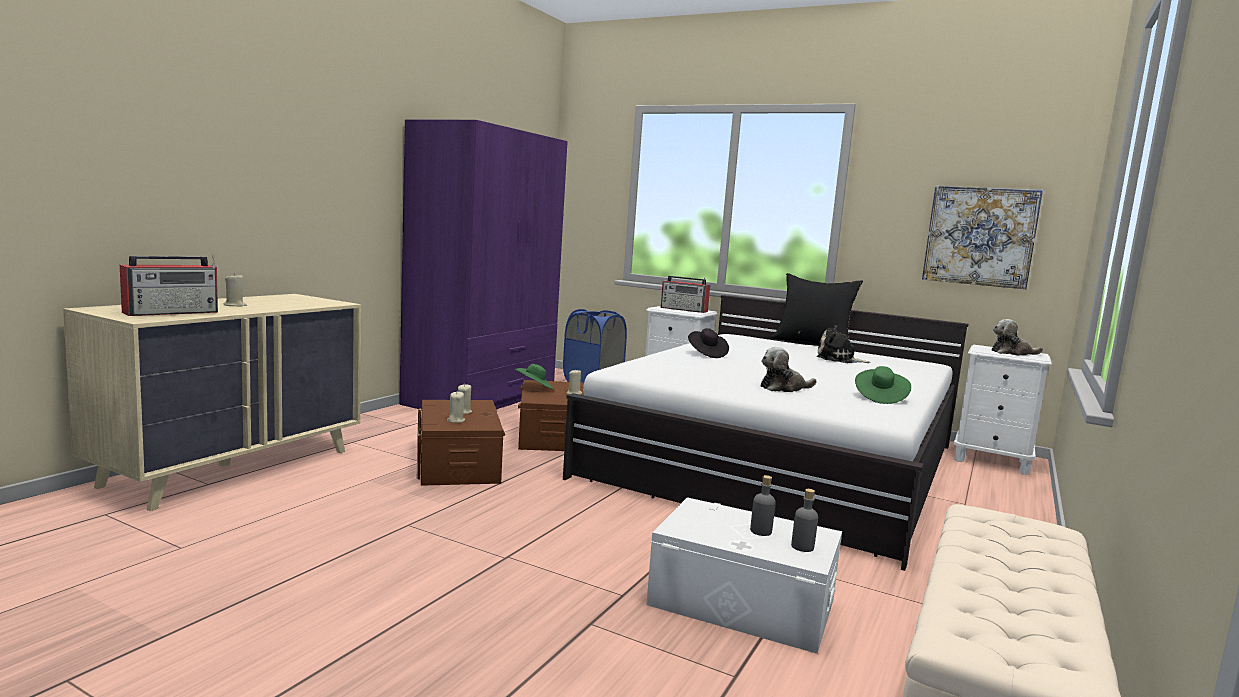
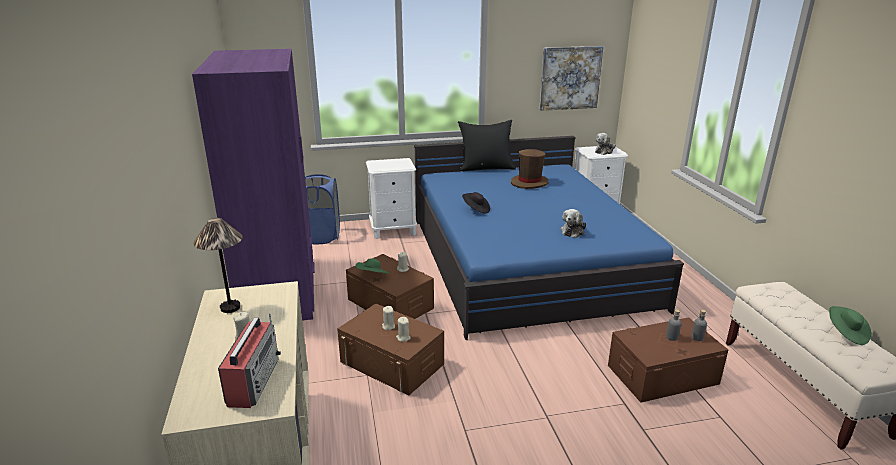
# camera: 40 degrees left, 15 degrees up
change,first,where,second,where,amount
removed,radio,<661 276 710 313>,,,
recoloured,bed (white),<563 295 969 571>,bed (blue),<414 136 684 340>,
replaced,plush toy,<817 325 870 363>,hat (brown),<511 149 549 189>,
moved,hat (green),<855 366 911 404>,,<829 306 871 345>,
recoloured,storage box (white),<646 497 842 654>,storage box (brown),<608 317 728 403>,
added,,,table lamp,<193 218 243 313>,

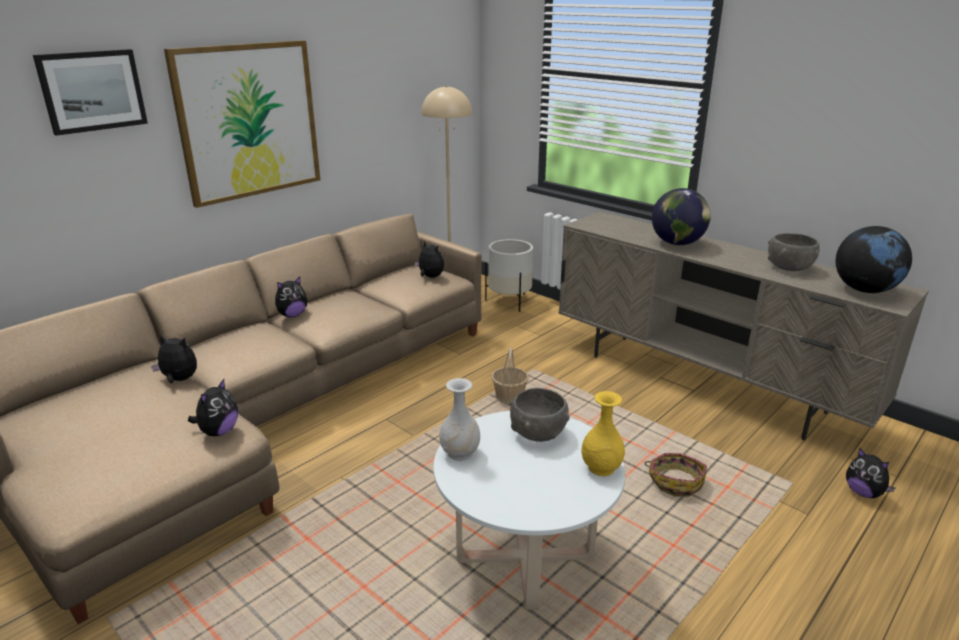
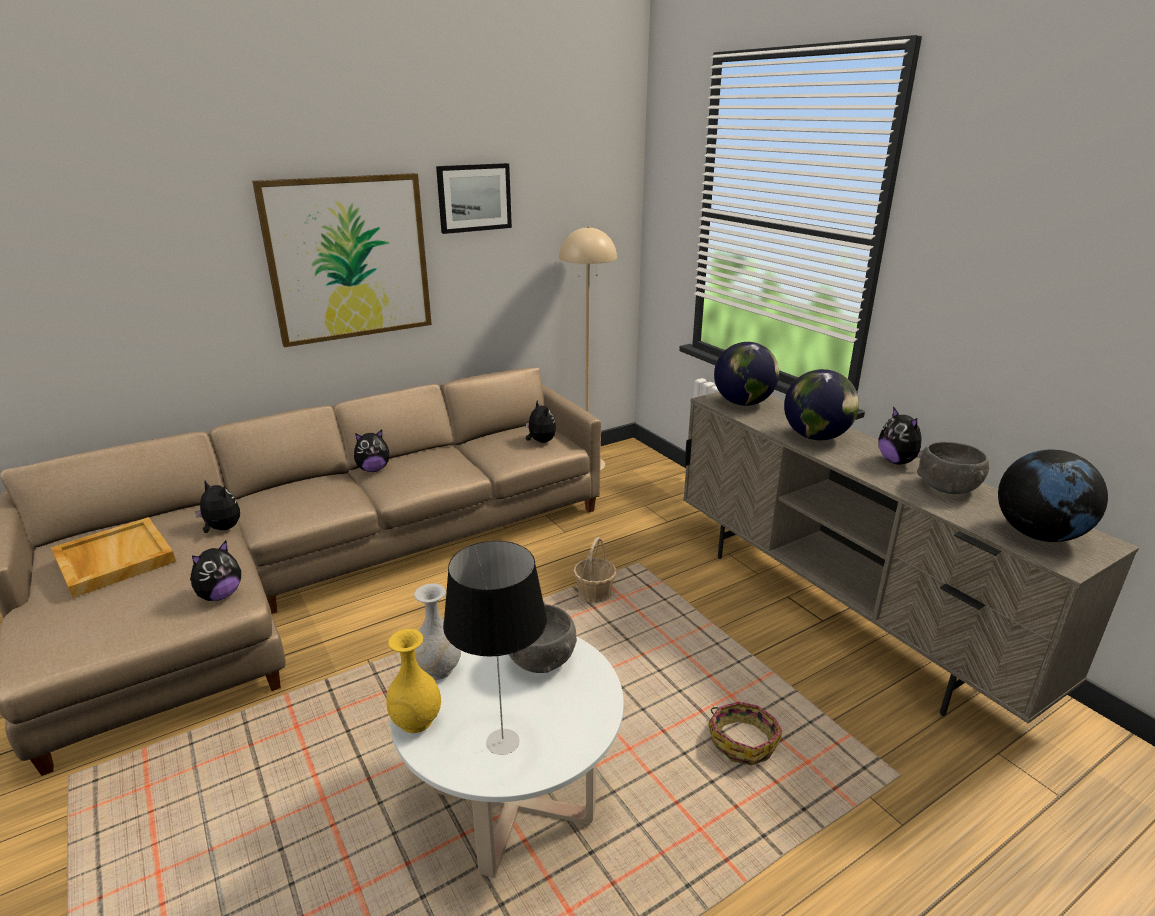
# camera: 15 degrees right, 0 degrees up
change,first,where,second,where,amount
moved,picture,<33 49 148 136>,,<436 163 512 234>,
removed,planter (white),<485 239 533 312>,,,
moved,vase (yellow),<581 391 625 476>,,<386 629 441 733>,
moved,plush toy,<846 448 896 498>,,<878 406 923 465>,
added,,,globe,<714 342 779 406>,
added,,,tray (beige),<51 517 176 598>,
added,,,table lamp,<443 541 547 755>,

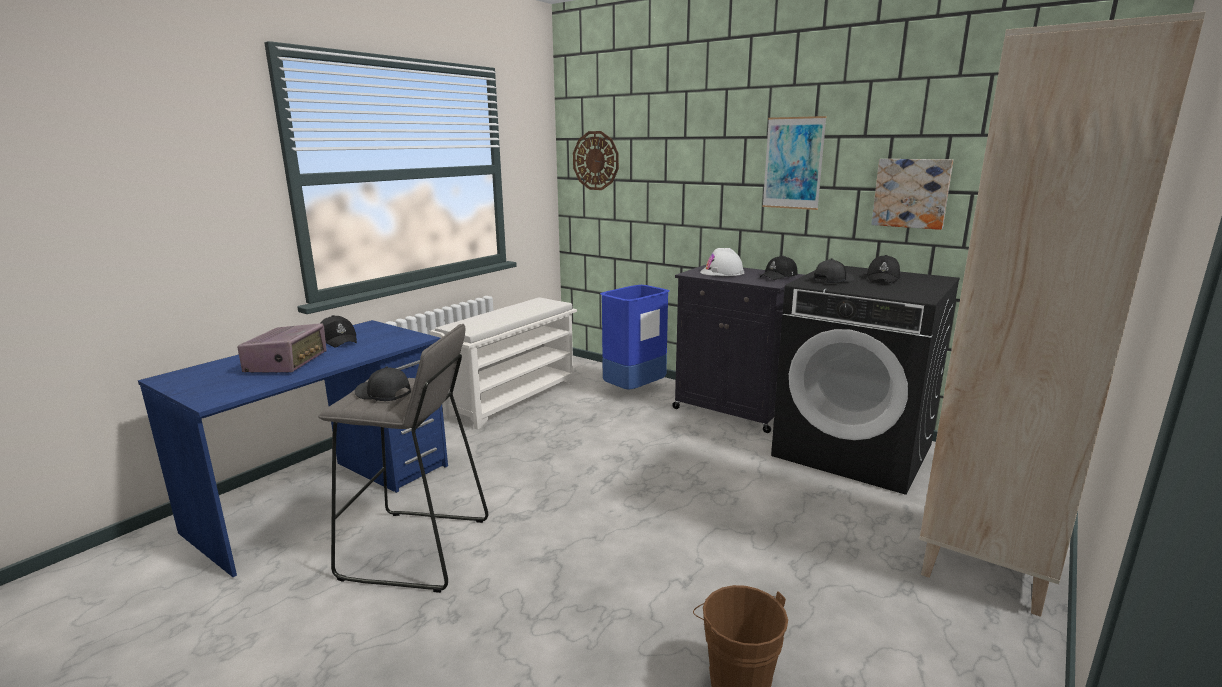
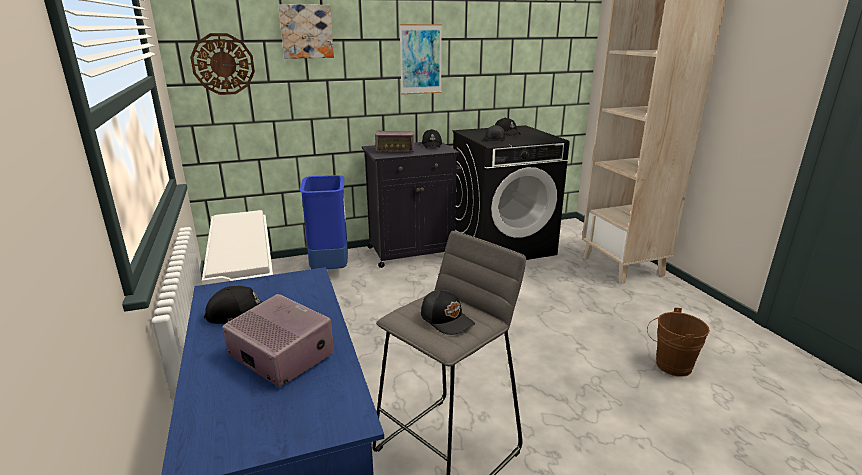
# camera: 55 degrees left, 5 degrees up
change,first,where,second,where,amount
moved,picture,<871 159 953 230>,,<278 4 334 59>,
replaced,hard hat (white),<700 248 744 276>,radio,<375 131 414 152>,
turned,cap (black),<355 366 411 401>,,<421 290 475 335>,105 degrees counterclockwise

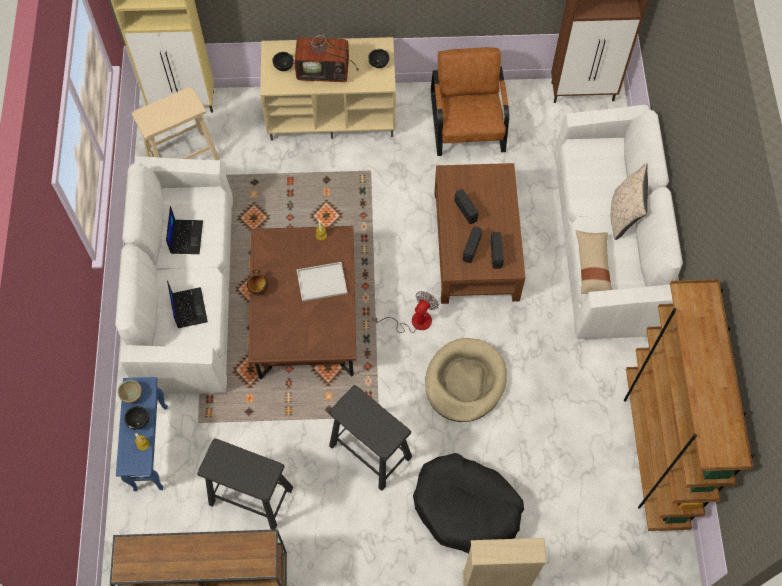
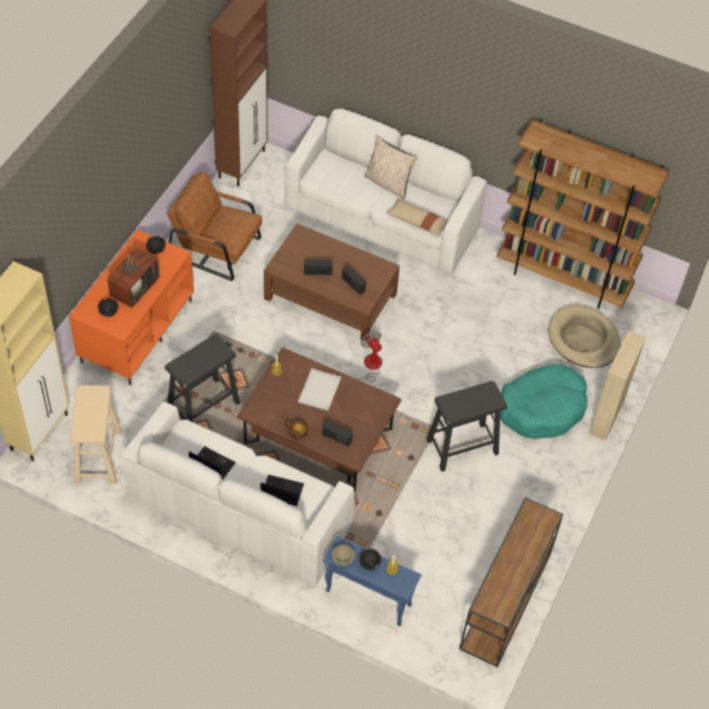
# camera: 65 degrees left, 10 degrees down
change,first,where,second,where,amount
recoloured,tv stand (beige),<260 37 396 141>,tv stand (orange),<69 229 194 385>,
moved,radio,<491 232 504 269>,,<322 420 353 446>,
moved,dog bed (beige),<425 338 507 422>,,<548 305 621 368>,
moved,stool (black),<197 439 293 530>,,<165 334 240 422>,
recoloured,dog bed (black),<413 453 524 553>,dog bed (turquoise),<500 364 588 439>,

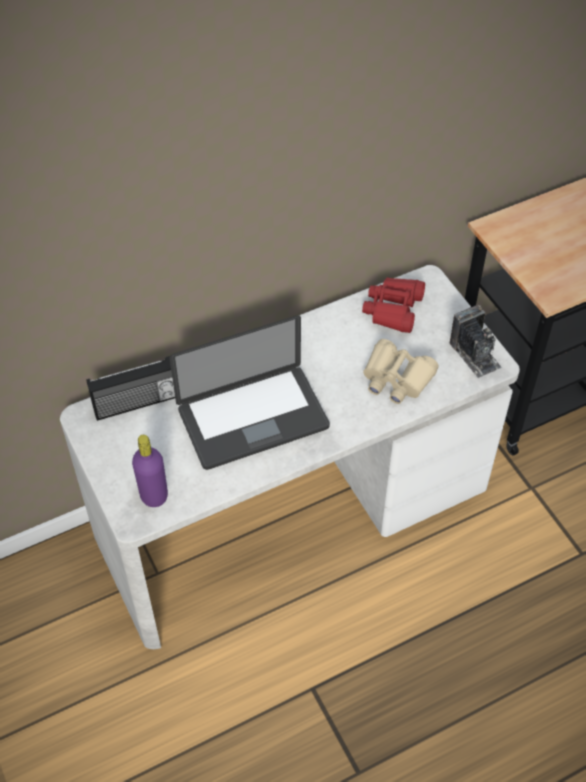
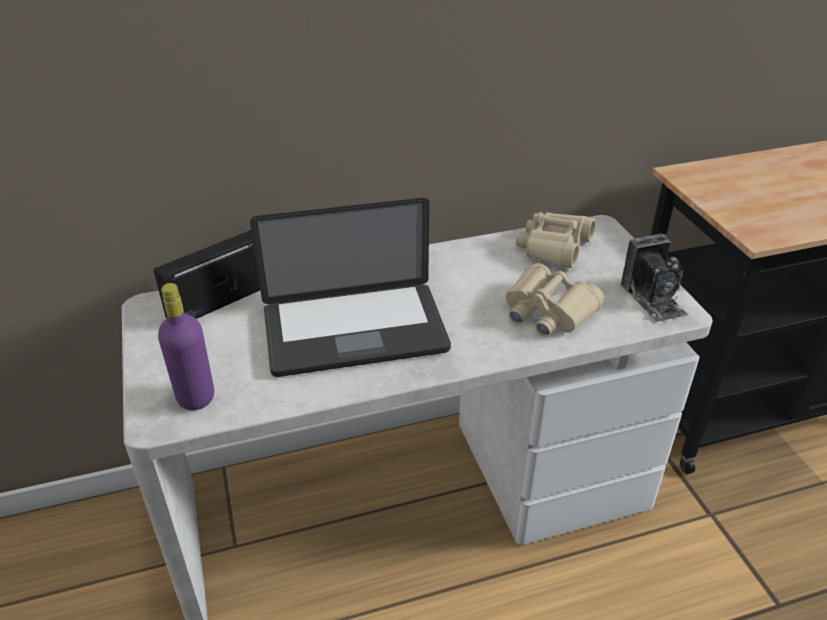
# camera: 10 degrees right, 15 degrees down
change,first,where,second,where,amount
recoloured,binoculars (red),<362 277 425 333>,binoculars (beige),<516 212 596 268>,
turned,radio,<86 356 175 421>,,<154 230 260 319>,150 degrees clockwise

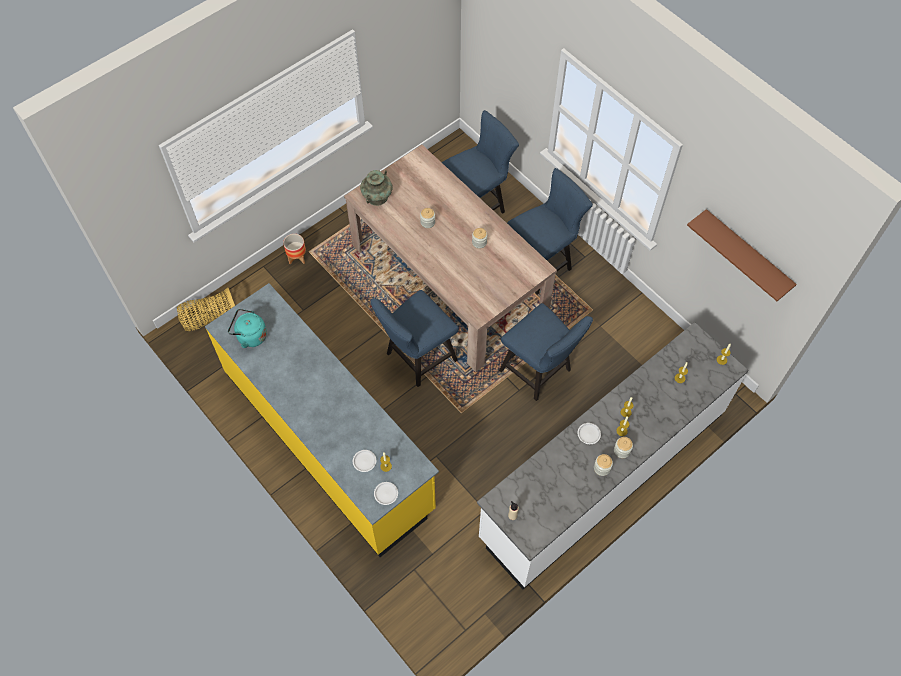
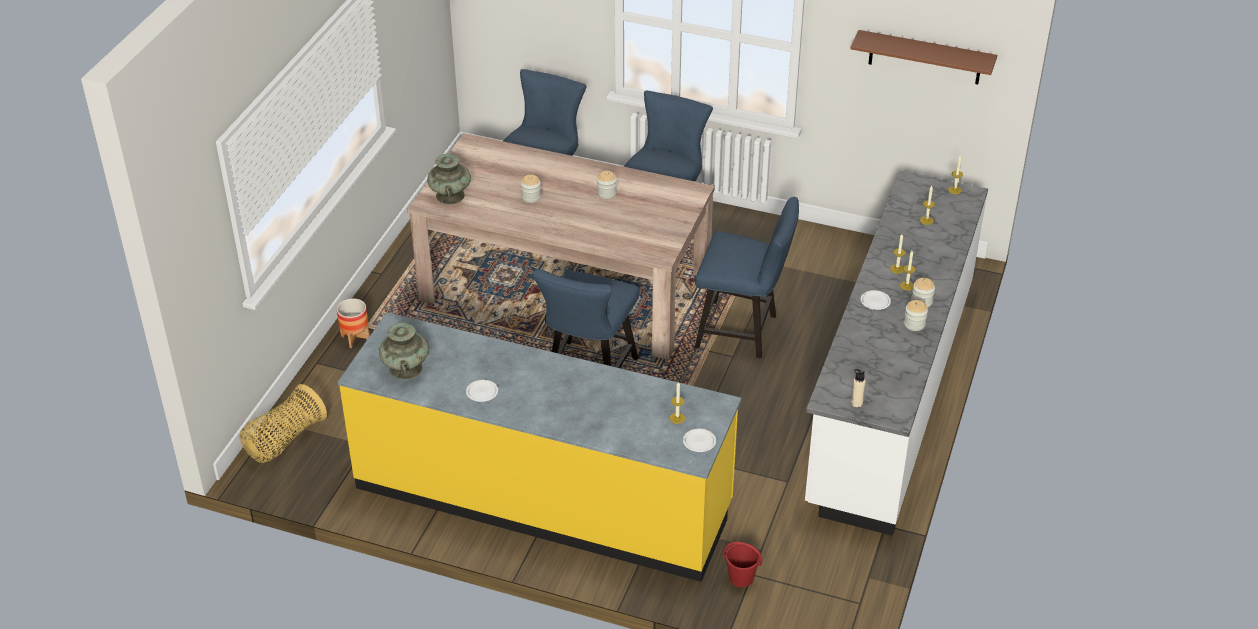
# camera: 30 degrees left, 20 degrees down
change,first,where,second,where,amount
replaced,kettle (turquoise),<228 309 267 348>,vase (turquoise),<379 322 429 380>,
moved,plate (white),<353 450 376 472>,,<466 380 498 402>,
added,,,bucket (red),<723 542 762 587>,

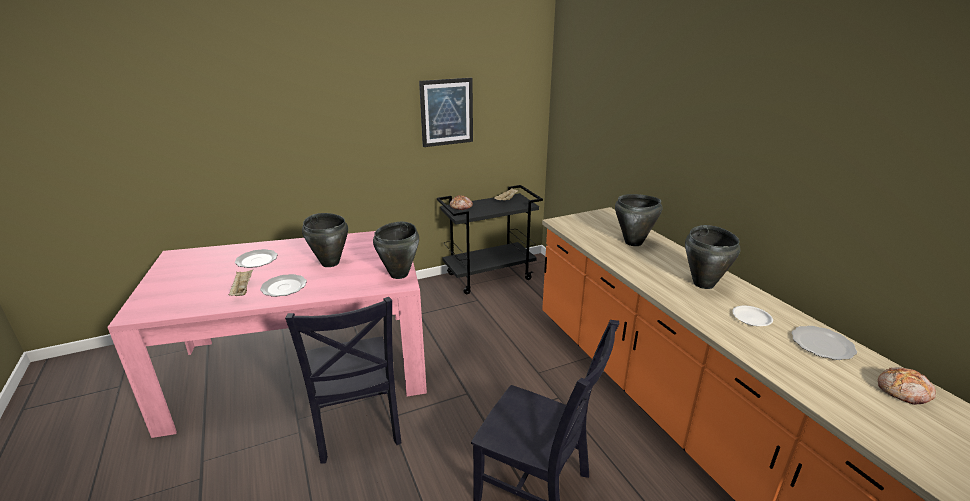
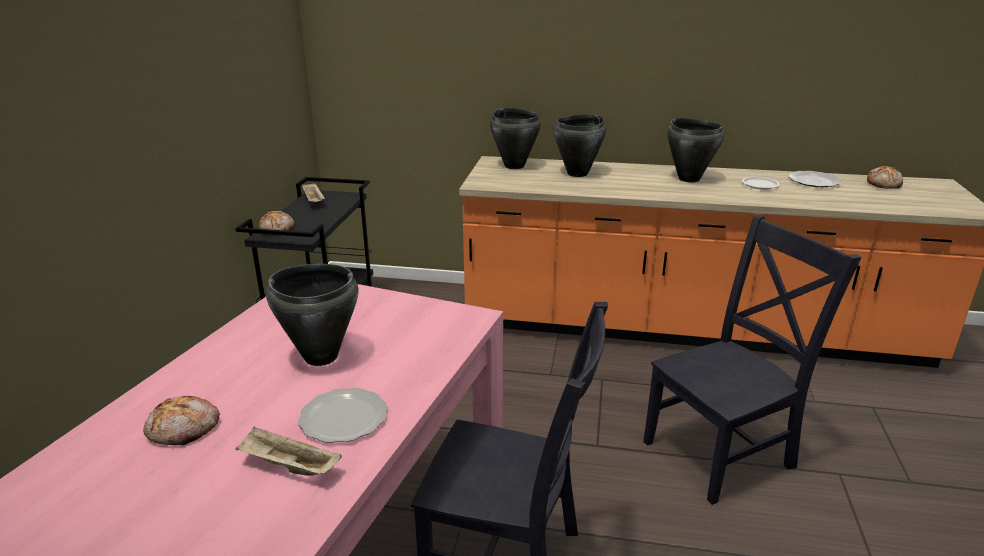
# camera: 55 degrees left, 0 degrees up
change,first,where,second,where,amount
removed,picture,<419 78 473 147>,,,
moved,cooking pot (black),<373 222 419 279>,,<490 108 541 169>,
replaced,plate,<235 249 278 268>,bread,<143 396 220 445>,

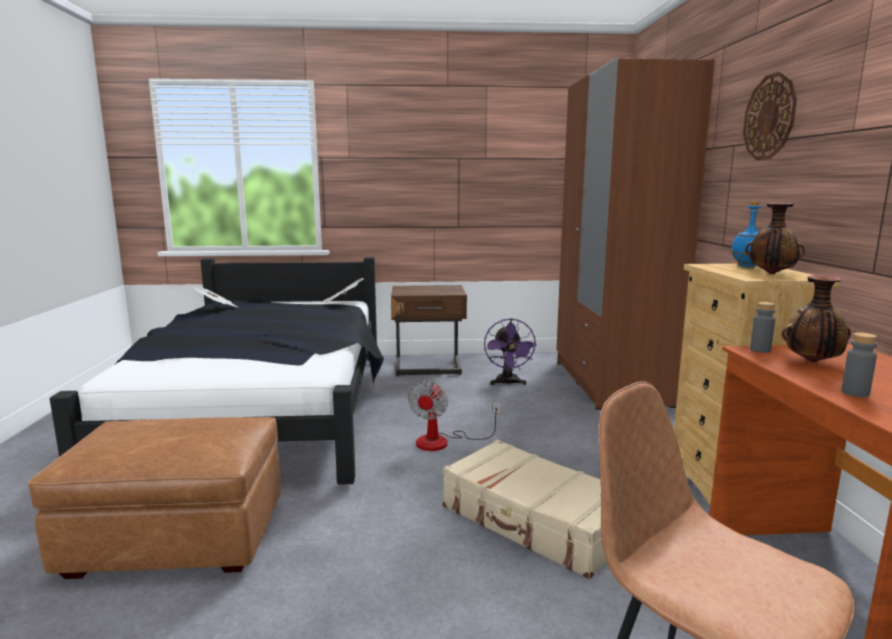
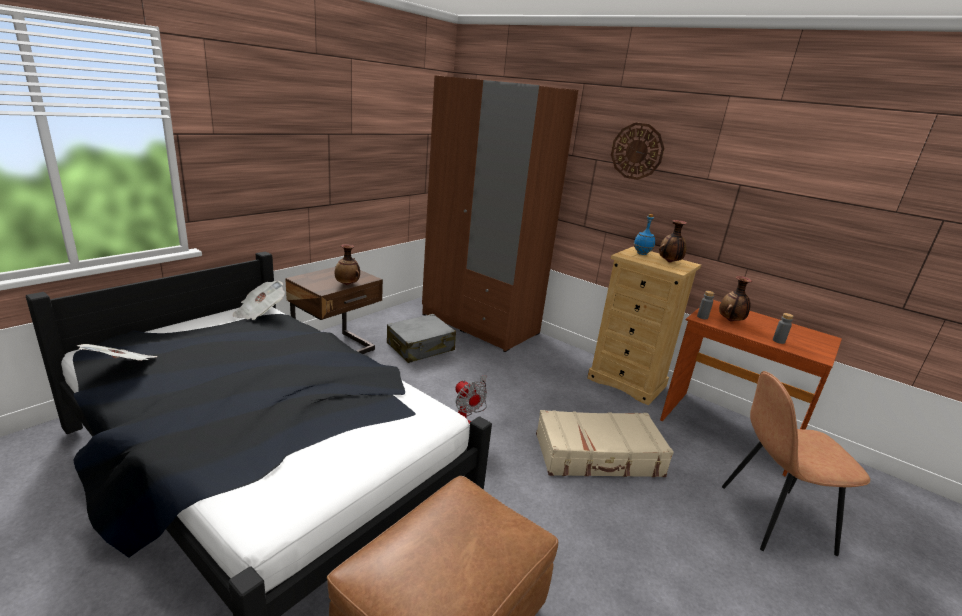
# camera: 50 degrees left, 10 degrees up
change,first,where,second,where,amount
replaced,fan (purple),<484 318 537 385>,suitcase (grey),<387 314 456 363>,
added,,,vase,<335 244 360 285>,

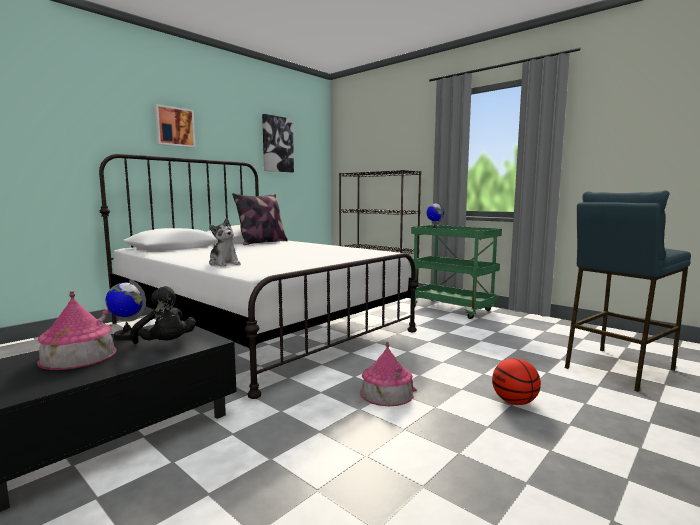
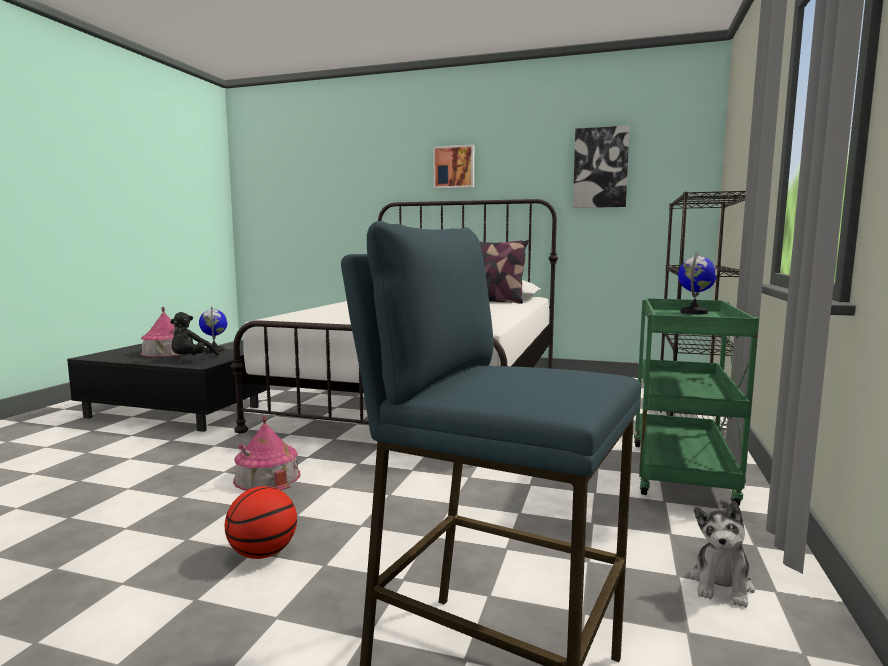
# camera: 65 degrees right, 0 degrees up
change,first,where,second,where,amount
moved,plush toy,<209 218 241 267>,,<690 501 755 608>,

